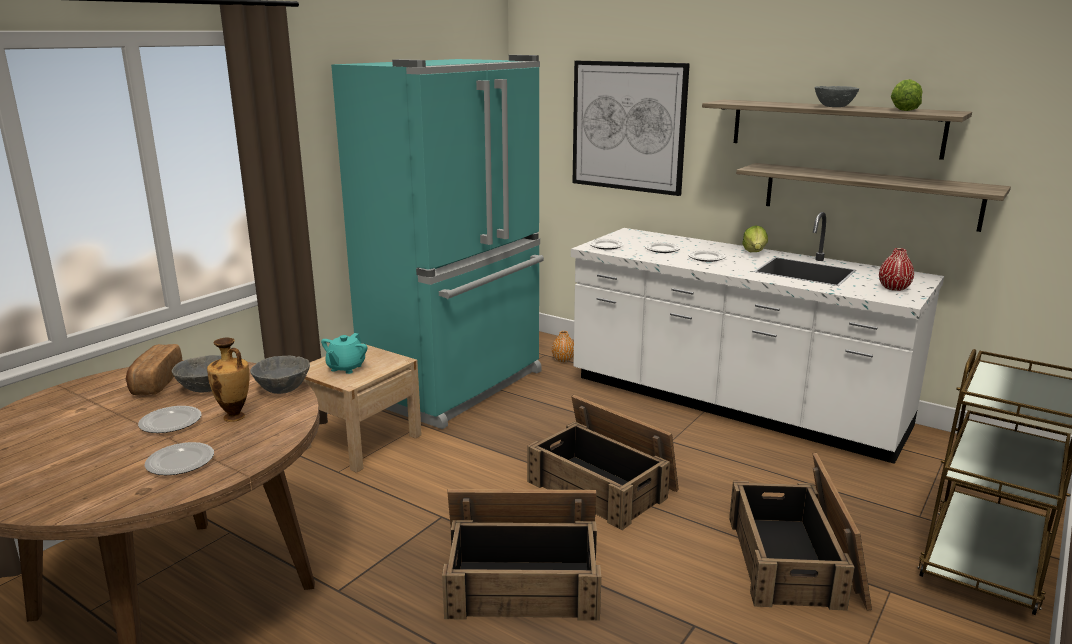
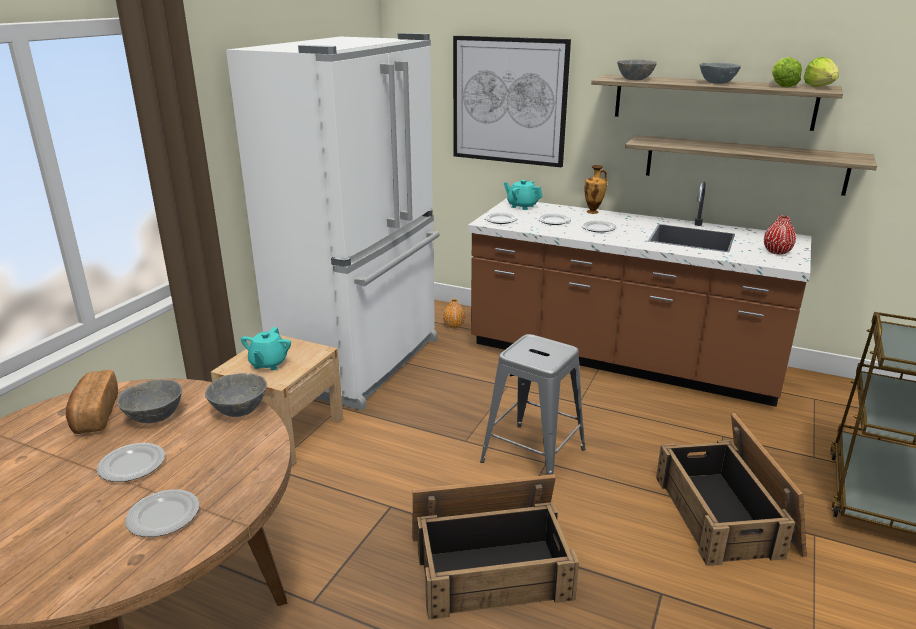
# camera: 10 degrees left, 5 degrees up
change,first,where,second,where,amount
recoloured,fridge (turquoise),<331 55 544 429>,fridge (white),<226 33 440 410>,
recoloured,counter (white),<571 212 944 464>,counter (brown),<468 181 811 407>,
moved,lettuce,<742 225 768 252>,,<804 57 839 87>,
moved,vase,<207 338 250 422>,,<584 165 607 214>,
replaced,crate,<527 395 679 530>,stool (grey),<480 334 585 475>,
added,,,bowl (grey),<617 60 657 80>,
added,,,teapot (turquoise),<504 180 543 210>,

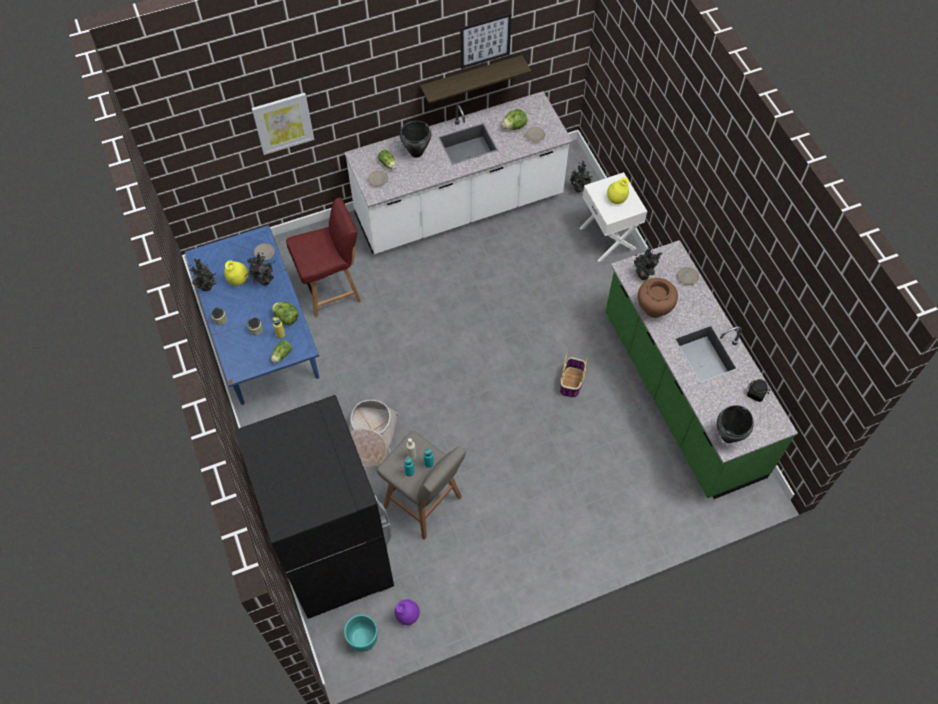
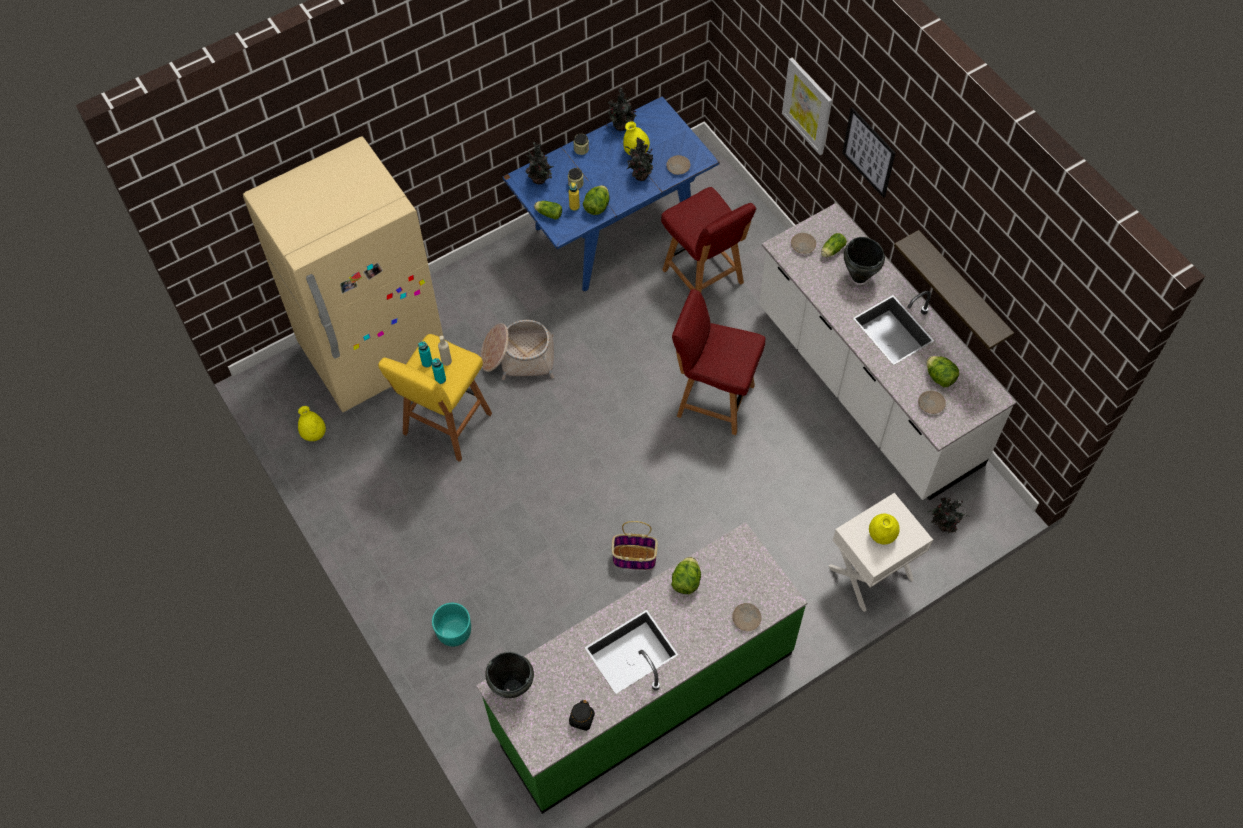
# camera: 80 degrees right, 0 degrees up
change,first,where,second,where,amount
moved,picture,<460 13 511 69>,,<842 107 895 198>,
moved,potted plant,<633 246 663 280>,,<525 142 553 185>,
replaced,vase (brown),<638 278 678 318>,lettuce,<671 557 701 594>,
recoloured,fridge (black),<235 395 394 619>,fridge (beige),<243 136 443 412>,
recoloured,stool (grey),<377 431 466 540>,stool (yellow),<378 334 492 462>,
recoloured,vase (purple),<395 599 420 625>,vase (yellow),<298 406 326 441>,
moved,planter (turquoise),<344 615 378 652>,,<432 603 471 647>,
added,,,chair (red),<672 289 765 435>,

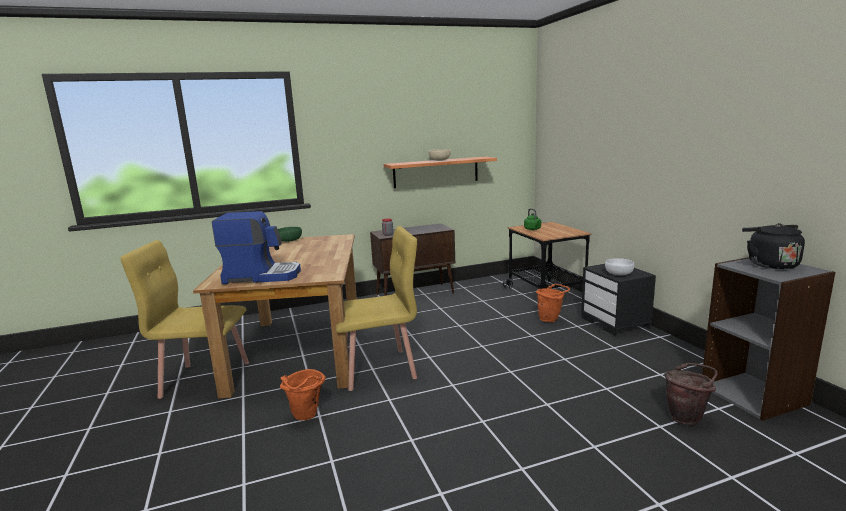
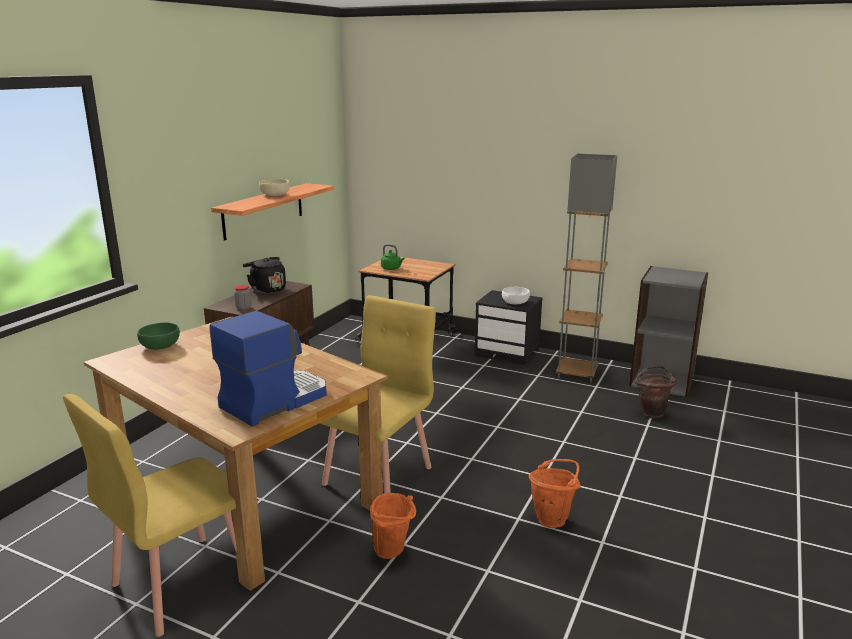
# camera: 45 degrees left, 5 degrees up
change,first,where,second,where,amount
moved,kettle (black),<742 223 805 269>,,<243 257 286 294>,
moved,bucket (orange),<536 284 570 322>,,<528 459 581 528>,
added,,,floor lamp (grey),<556 154 617 383>,

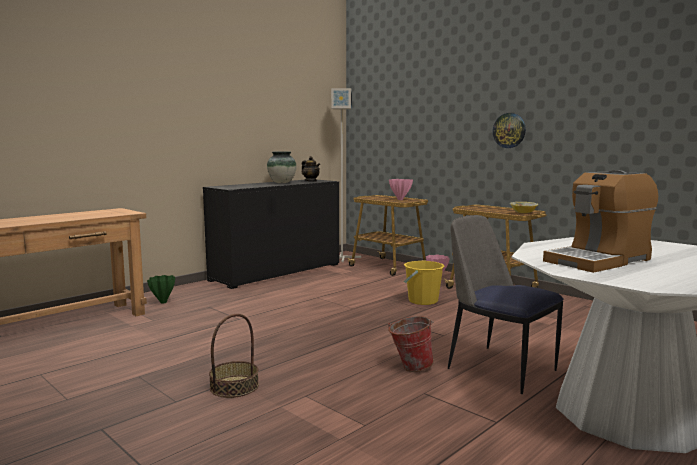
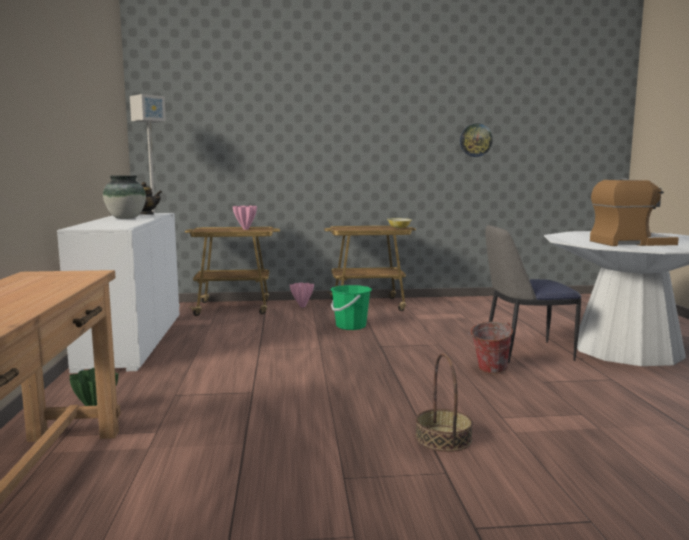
# camera: 50 degrees left, 0 degrees up
change,first,where,second,where,amount
moved,wall clock,<493 113 526 148>,,<460 124 493 157>,
turned,coffee machine,<543 170 658 273>,,<590 178 679 246>,105 degrees counterclockwise
recoloured,cabinet (black),<203 180 339 289>,cabinet (white),<57 213 180 373>,
recoloured,bucket (yellow),<404 261 445 305>,bucket (green),<330 285 372 330>,

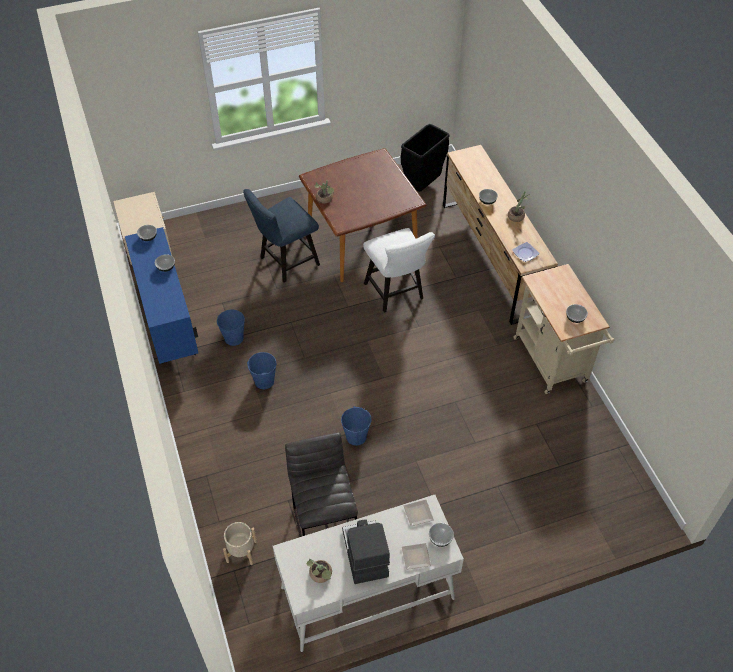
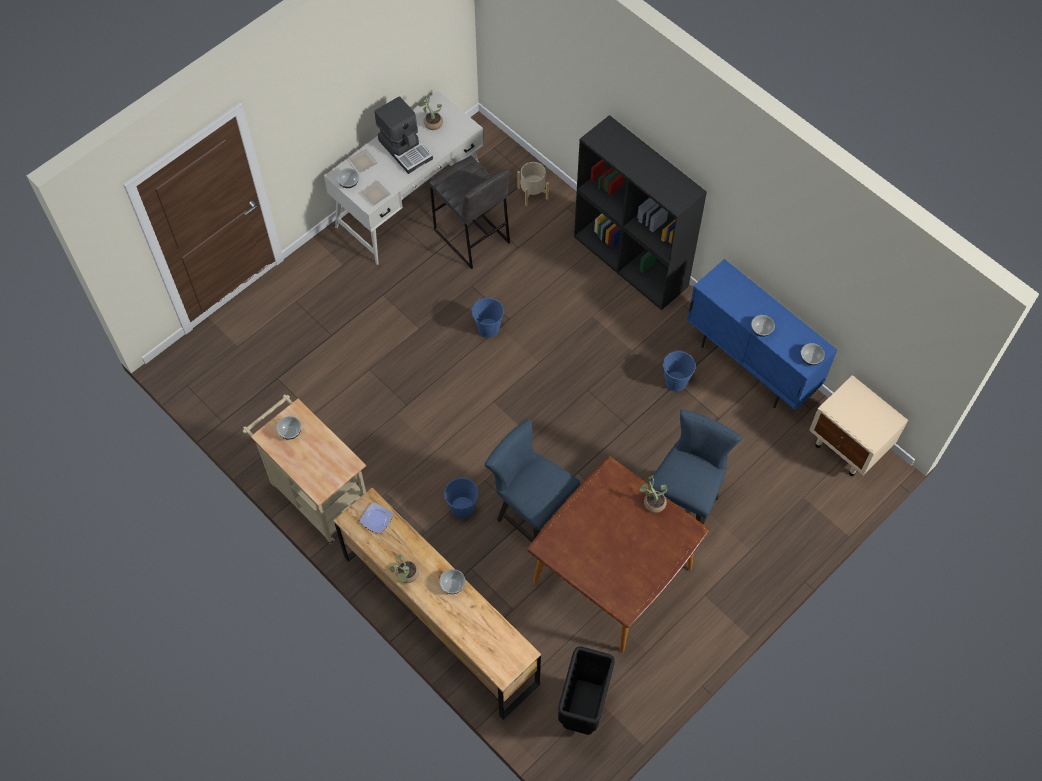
# camera: 155 degrees right, 10 degrees up
change,first,where,second,where,amount
recoloured,chair (white),<363 228 435 313>,chair (blue),<485 419 580 542>,
moved,bucket (blue),<247 352 277 389>,,<444 477 478 519>,
added,,,bookcase (black),<574 115 707 310>,

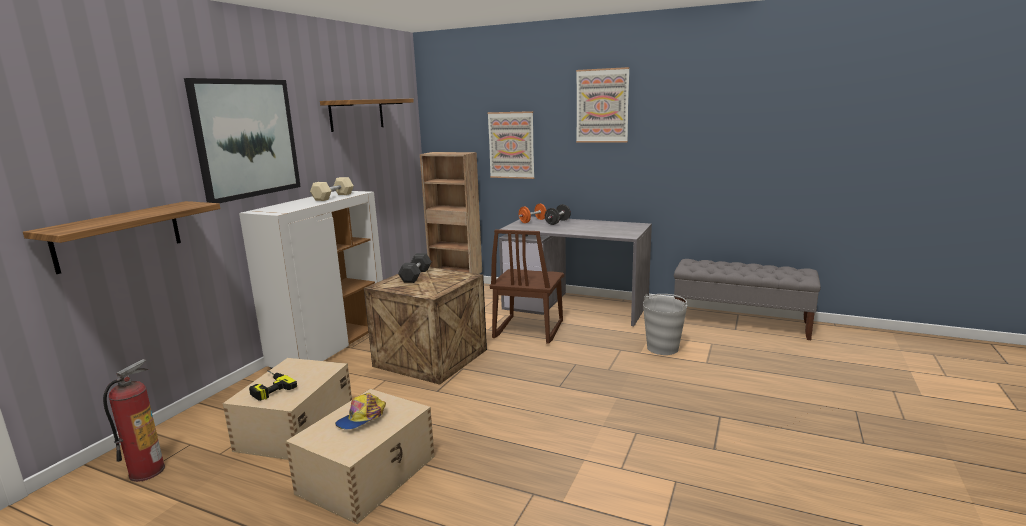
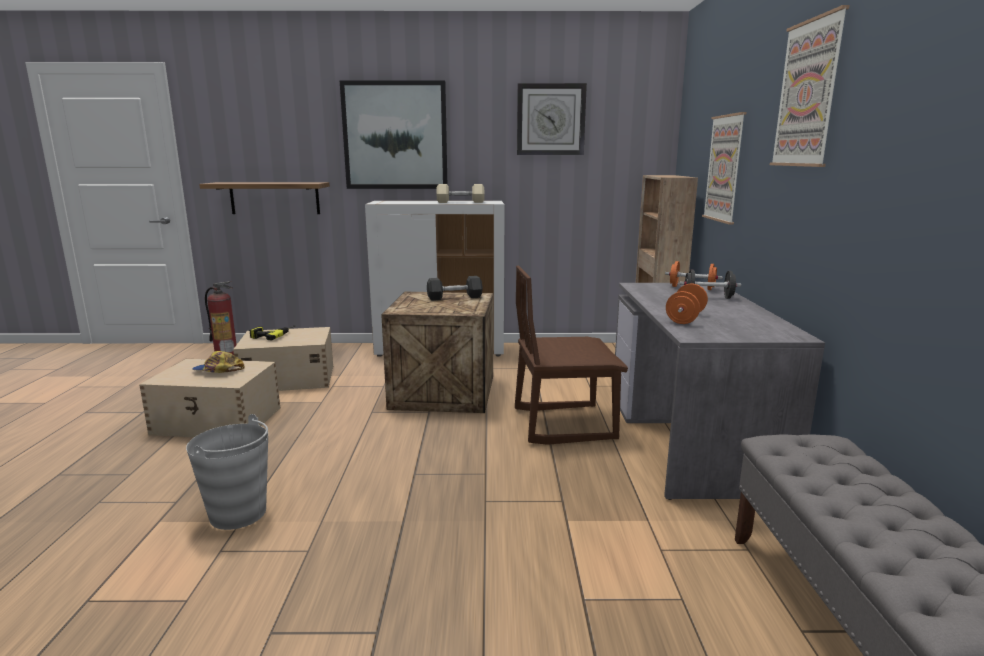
# camera: 65 degrees right, 0 degrees up
change,first,where,second,where,amount
replaced,shelf,<320 99 414 132>,wall clock,<517 83 587 155>,
moved,bucket (grey),<643 294 688 355>,,<186 414 268 530>,
added,,,dumbbell (orange),<666 284 708 324>,

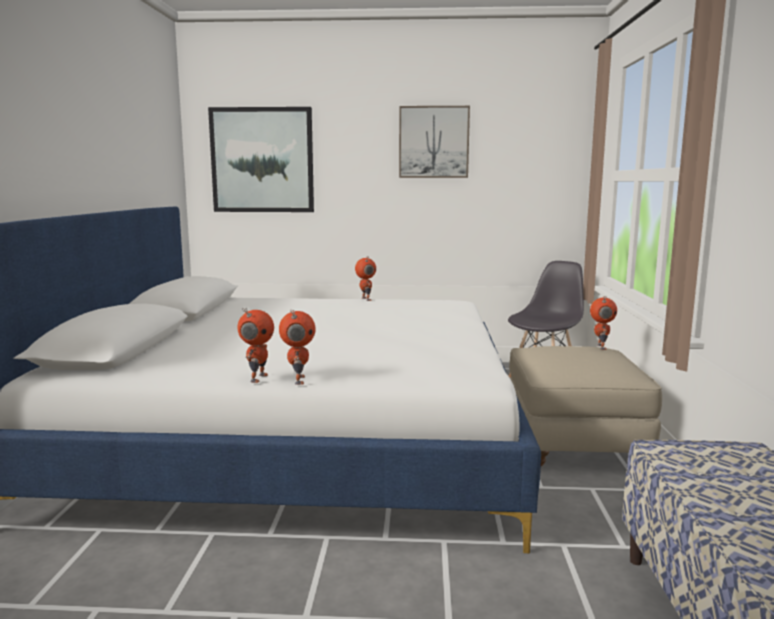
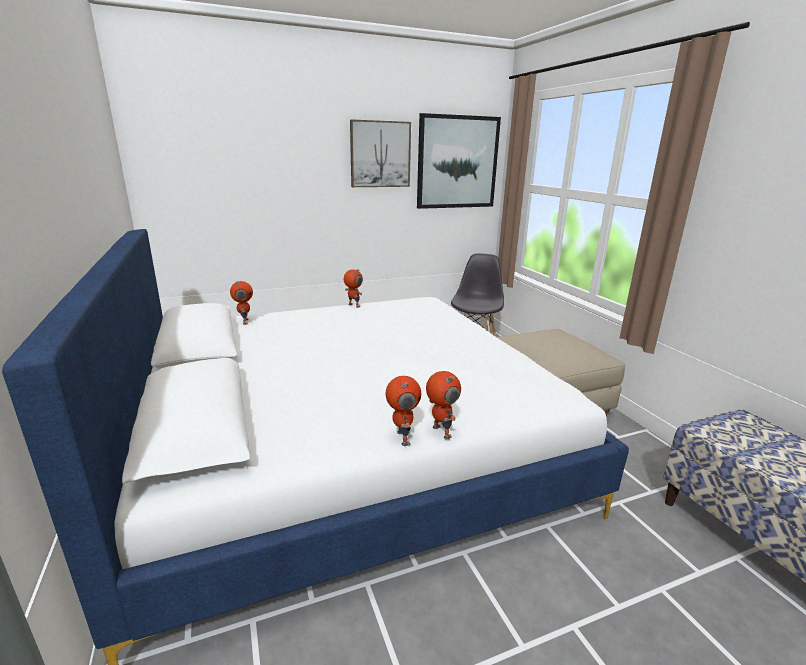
# camera: 25 degrees left, 10 degrees up
change,first,where,second,where,amount
moved,picture,<208 107 314 212>,,<417 113 501 209>,
moved,toy robot,<590 296 617 350>,,<230 281 253 325>,

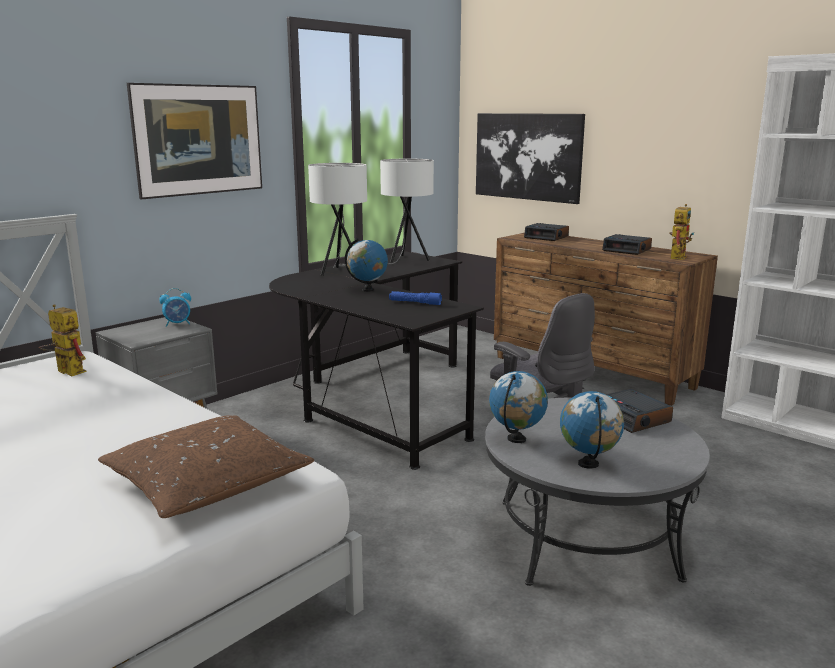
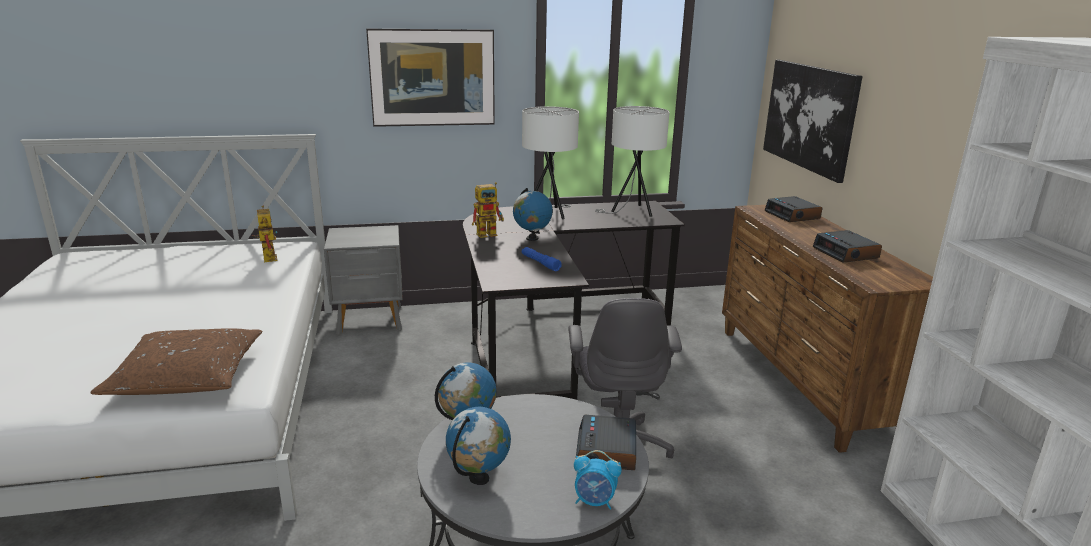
# camera: 35 degrees right, 5 degrees up
change,first,where,second,where,amount
moved,toy robot,<669 204 694 260>,,<472 182 504 238>,
moved,alarm clock,<159 288 191 327>,,<574 450 622 510>,

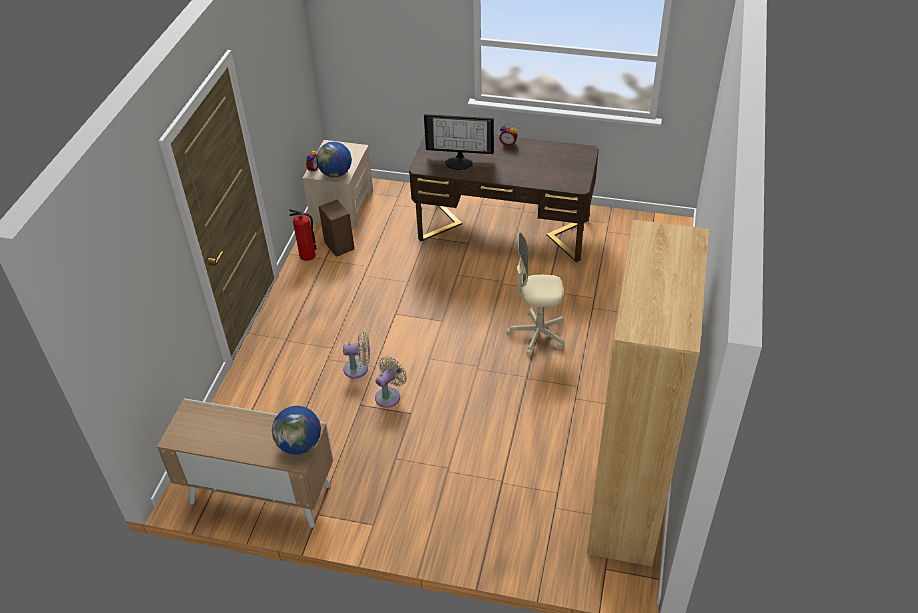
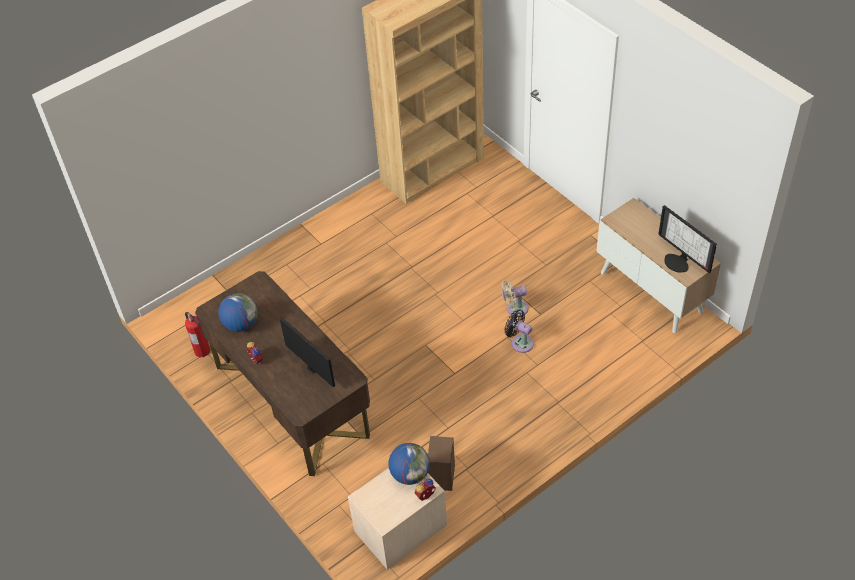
# camera: 140 degrees left, 5 degrees up
change,first,where,second,where,amount
moved,fire extinguisher,<289 209 317 261>,,<185 312 210 357>,
removed,office chair (beige),<506 233 564 356>,,,
recoloured,fan (beige),<343 332 370 378>,fan (black),<504 309 534 353>,
moved,globe,<272 406 321 455>,,<219 293 257 332>,
added,,,monitor,<658 205 717 273>,

